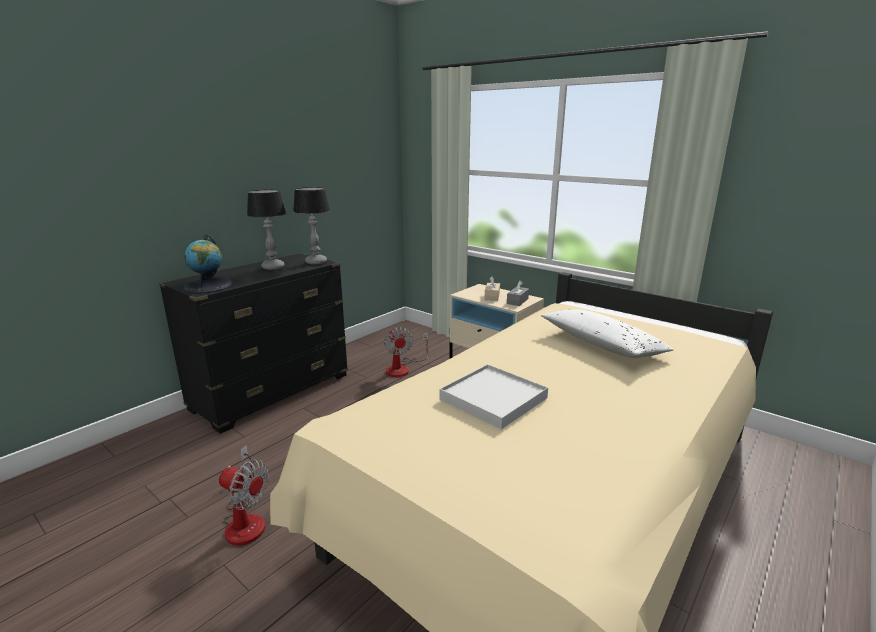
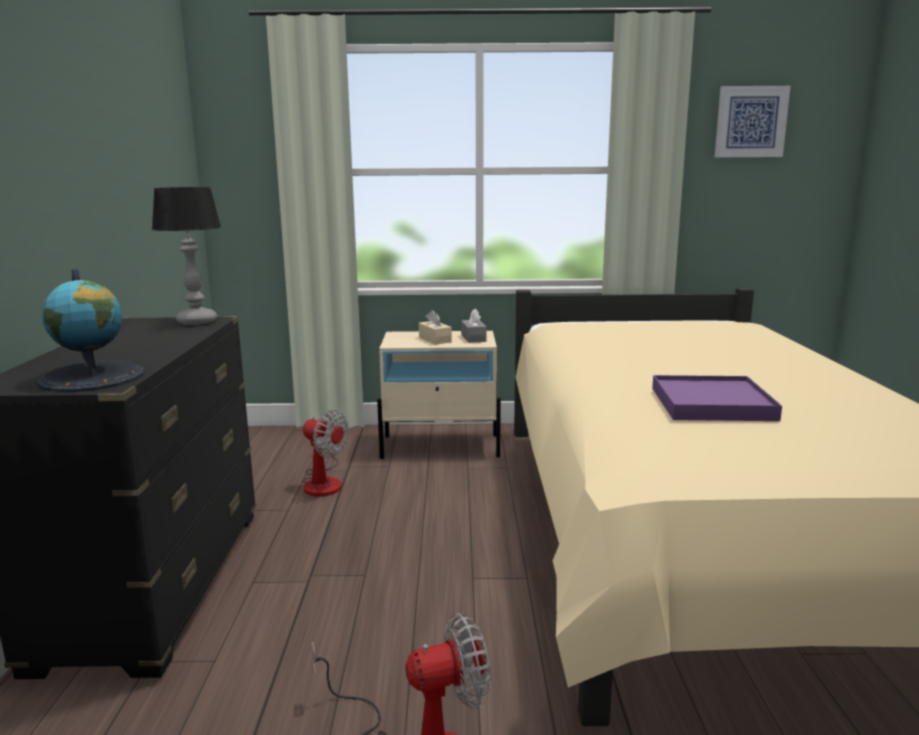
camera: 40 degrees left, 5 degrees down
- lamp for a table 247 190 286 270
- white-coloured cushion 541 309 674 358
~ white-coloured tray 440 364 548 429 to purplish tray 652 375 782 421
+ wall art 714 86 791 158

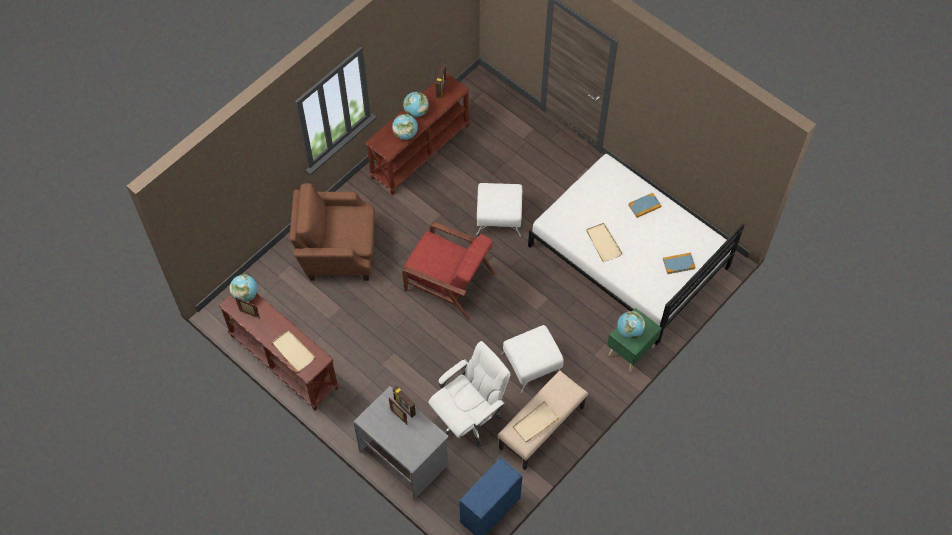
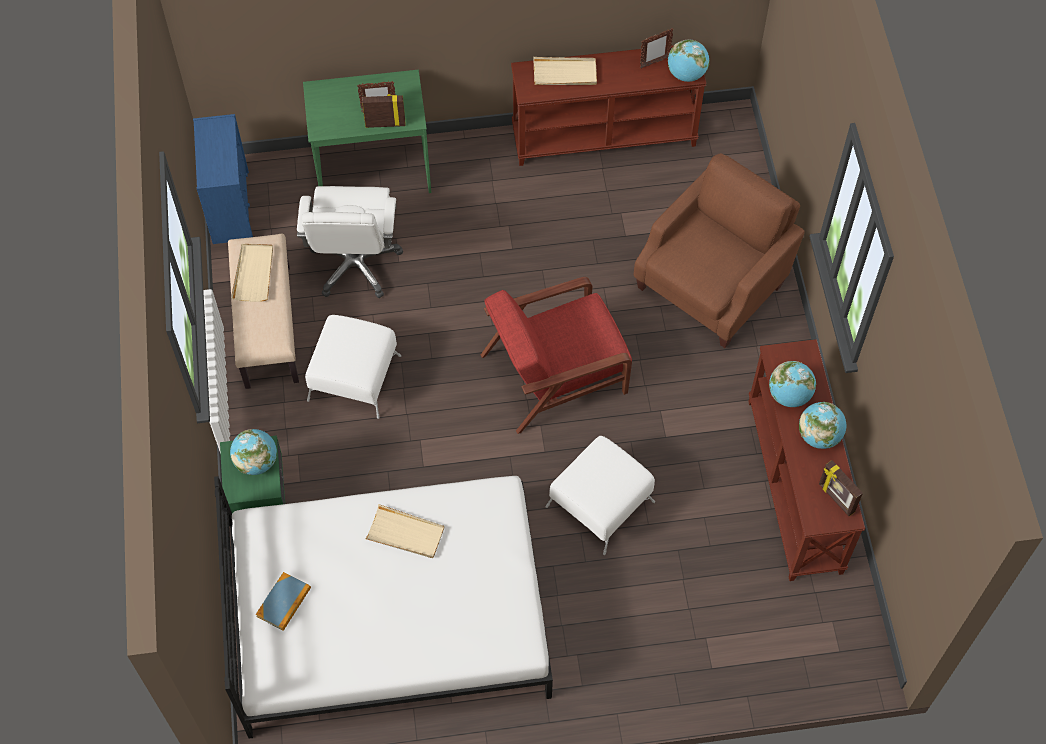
camera: 130 degrees right, 0 degrees up
- bound book 628 193 661 218
~ greyish desk table 353 386 449 500 to greenish desk table 303 70 431 193

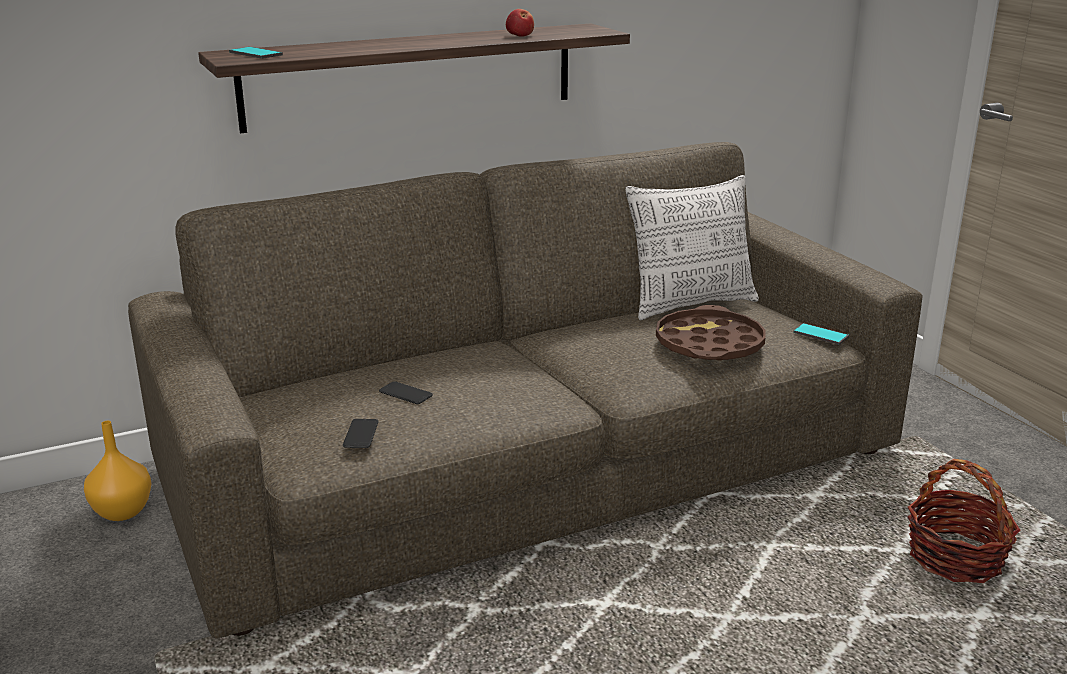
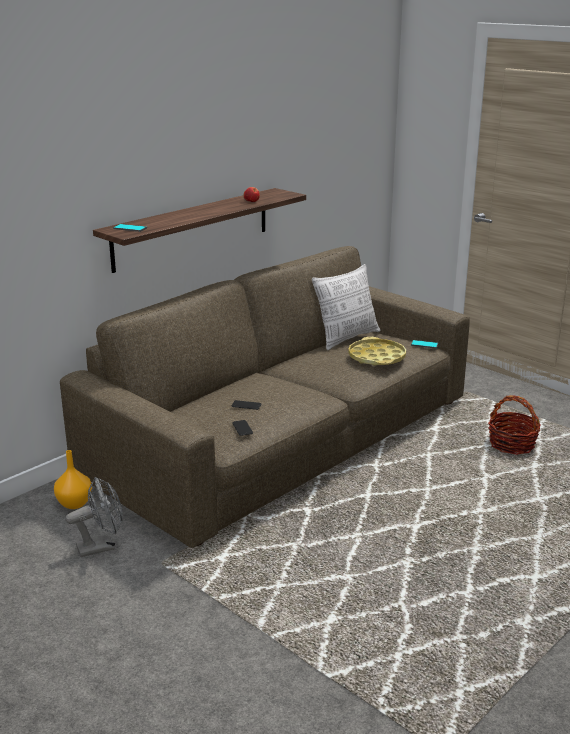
camera: 20 degrees left, 0 degrees up
~ brown tray 656 305 765 360 to yellow-coloured tray 348 337 406 366
+ greyish cooling fan 66 477 123 557

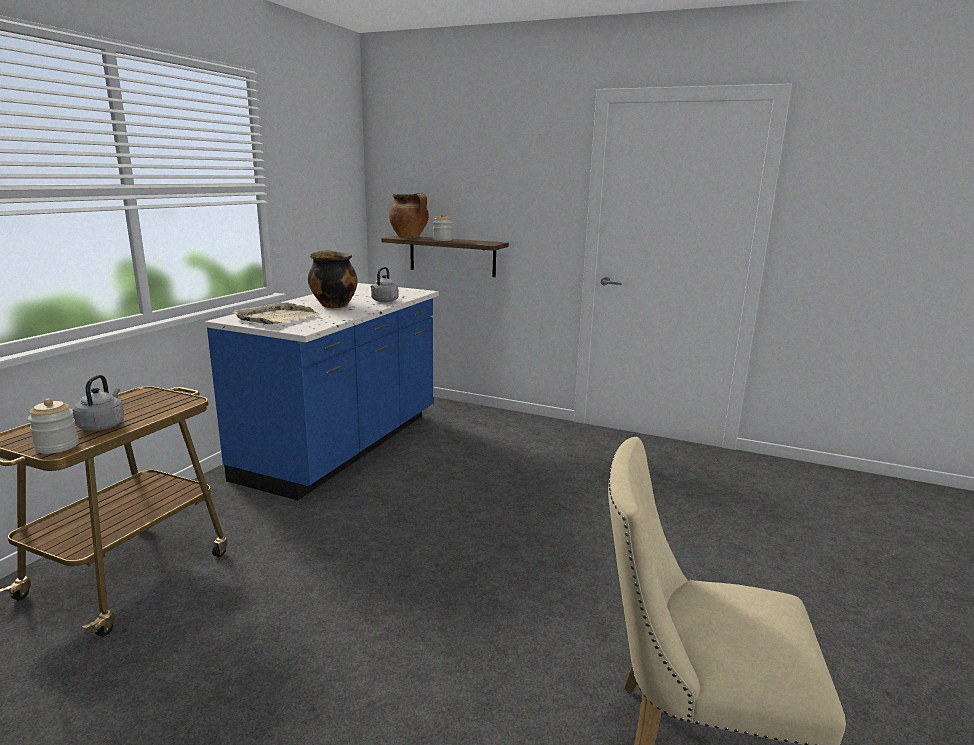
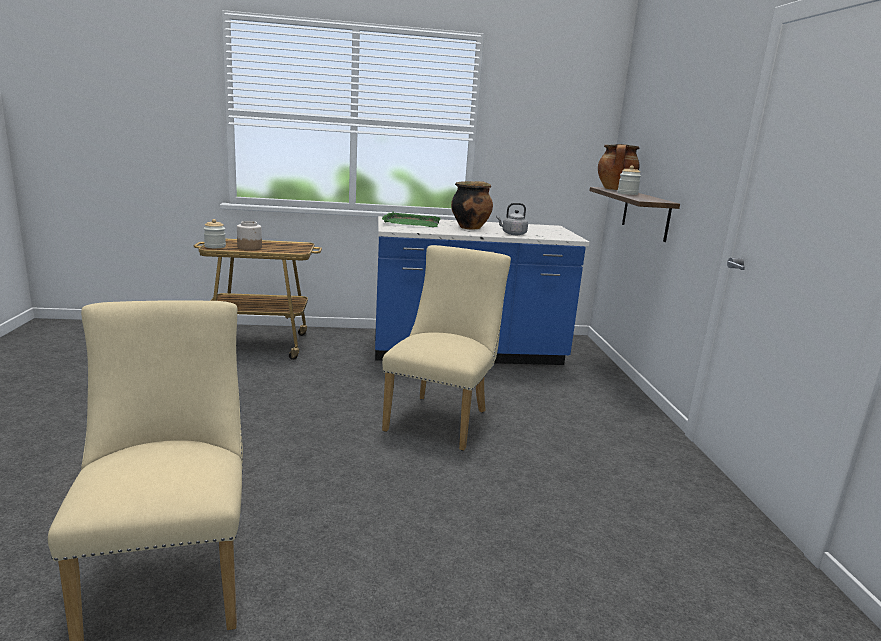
camera: 60 degrees right, 0 degrees up
~ beige-coloured tray 232 302 321 324 to greenish tray 382 211 441 227
~ greyish water kettle 73 375 124 431 to storage jar 237 221 262 250
+ beige-coloured upright chair 382 245 511 451

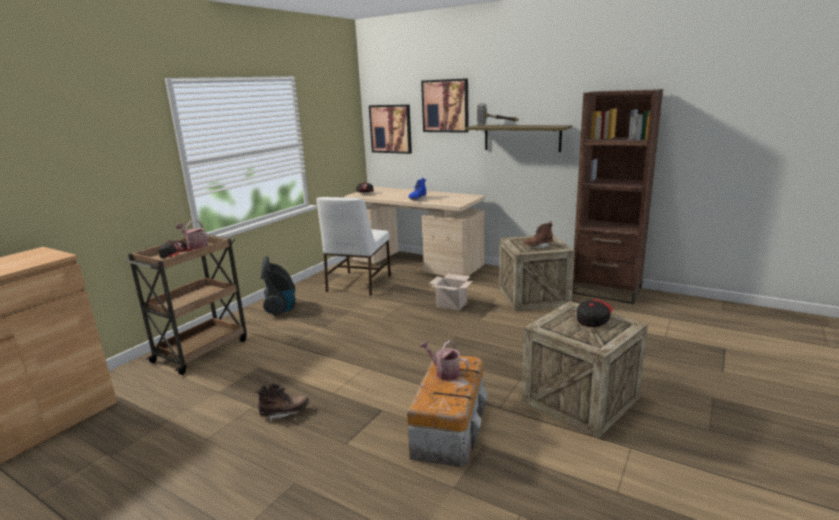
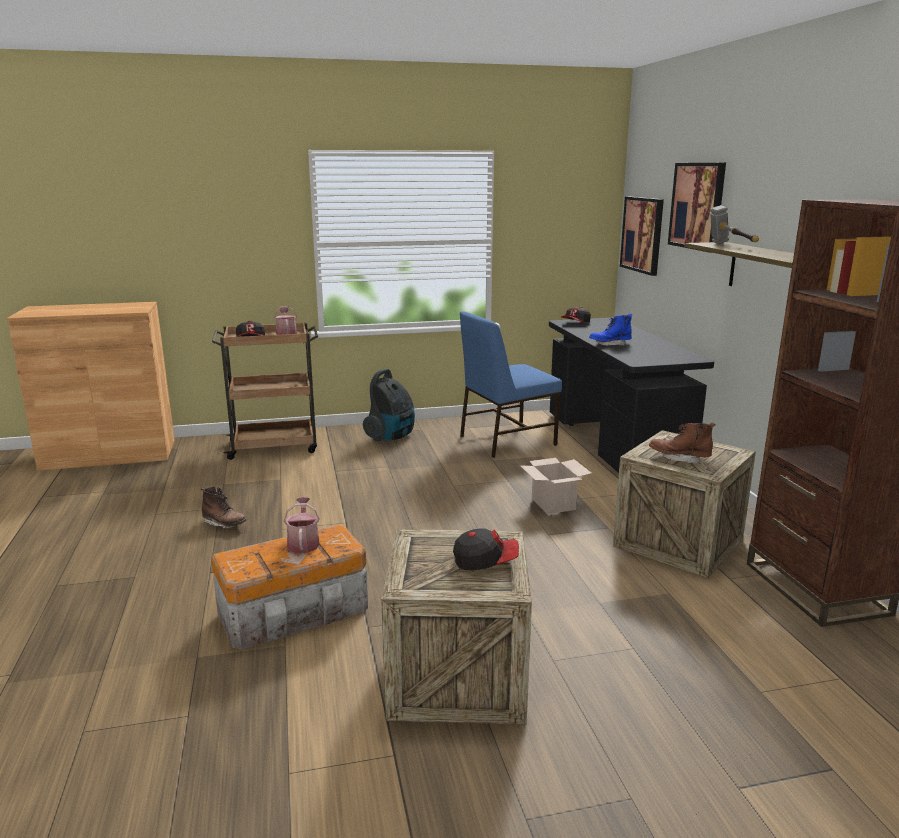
camera: 45 degrees right, 0 degrees up
~ beige-coloured desk table 345 187 485 276 to blackish desk table 549 318 714 473
~ white-coloured upright chair 316 197 391 296 to bluish upright chair 460 311 562 458

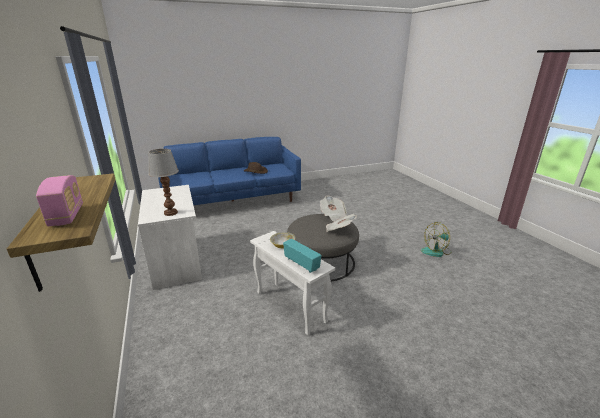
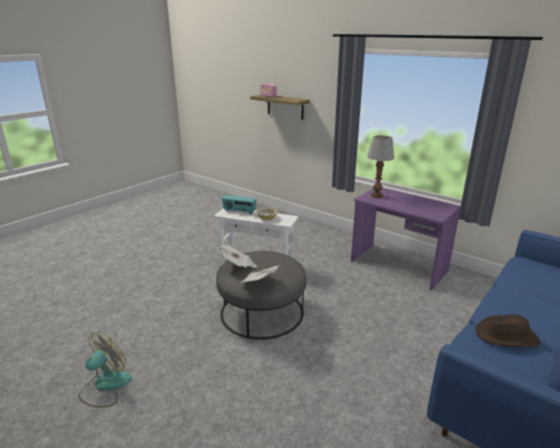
camera: 150 degrees right, 0 degrees up
~ white-coloured desk table 138 185 202 290 to purplish desk table 351 188 461 290

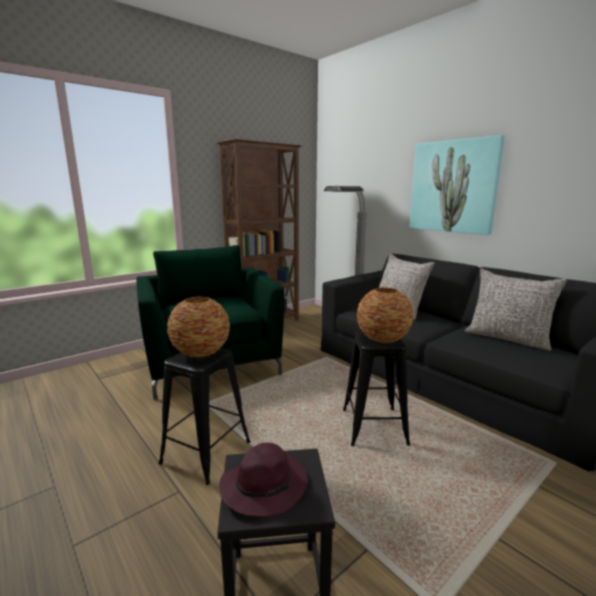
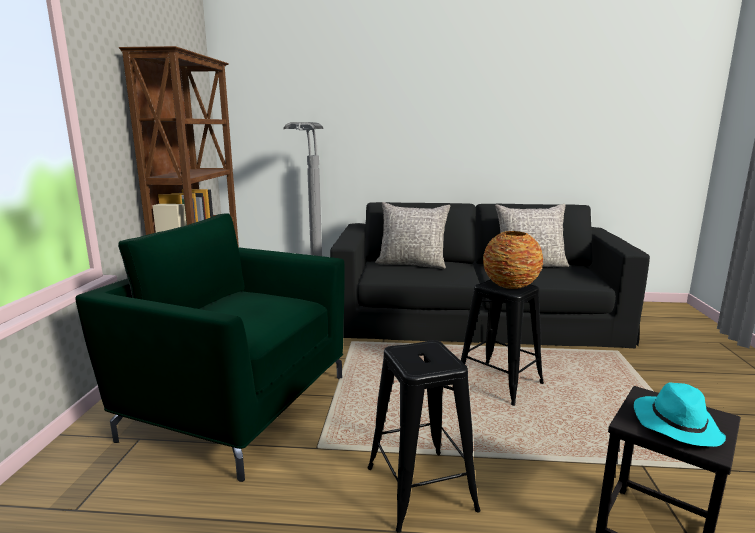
camera: 45 degrees left, 0 degrees up
- wall art 409 135 505 235
- vase 167 296 230 357
~ purplish clothing hat 219 443 307 517 to turquoise clothing hat 634 383 726 447

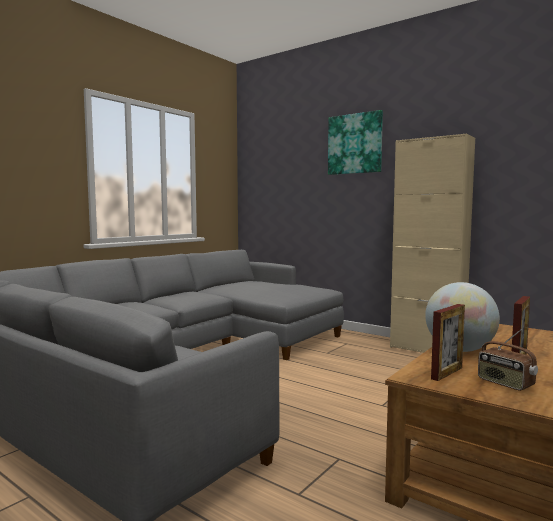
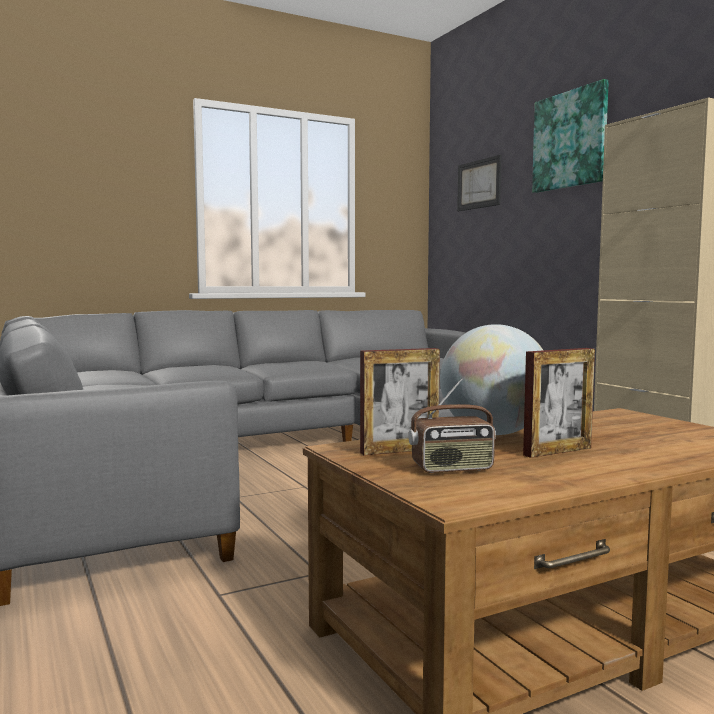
camera: 25 degrees right, 0 degrees up
~ radio set 478 329 538 391 = 408 378 496 473 90 degrees counterclockwise
+ wall art 457 155 501 211

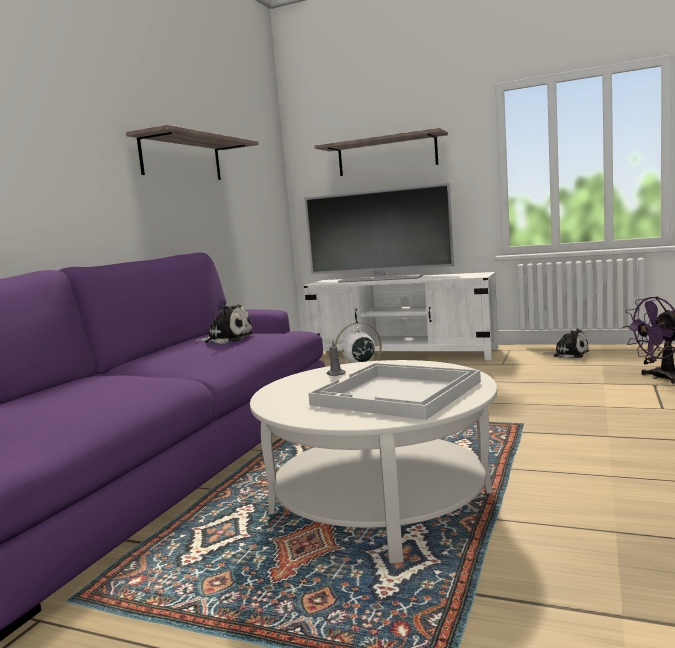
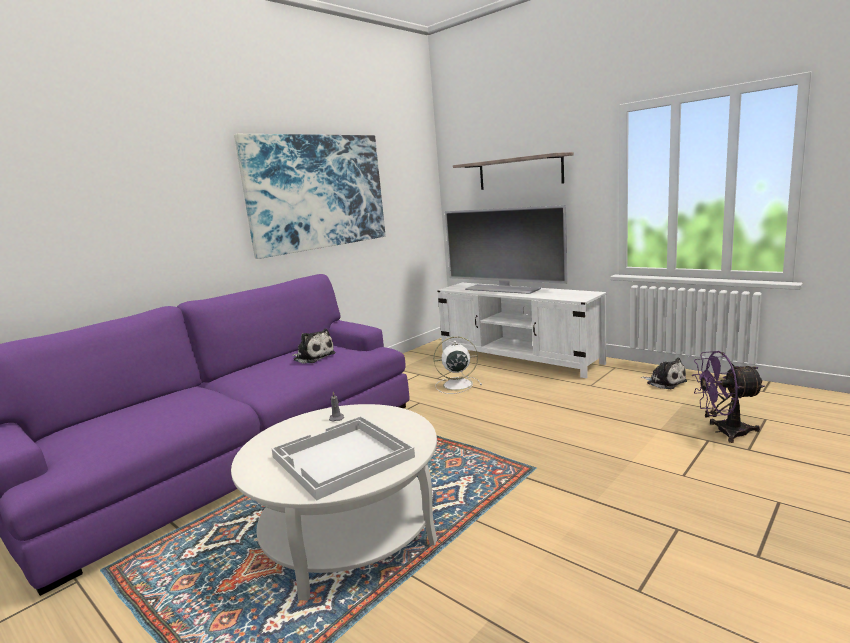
camera: 20 degrees right, 5 degrees up
~ shelf 126 125 259 180 to wall art 234 134 386 259

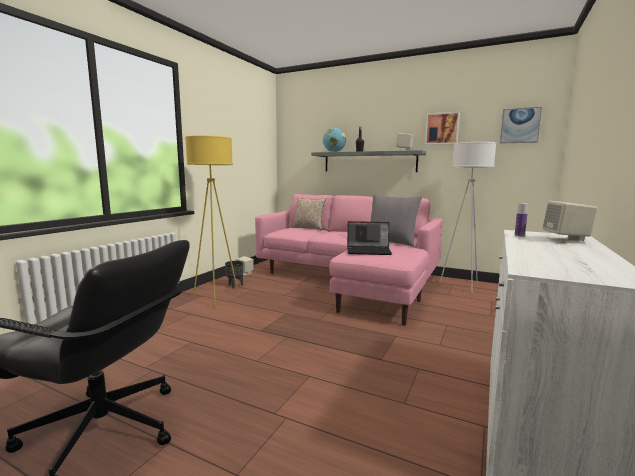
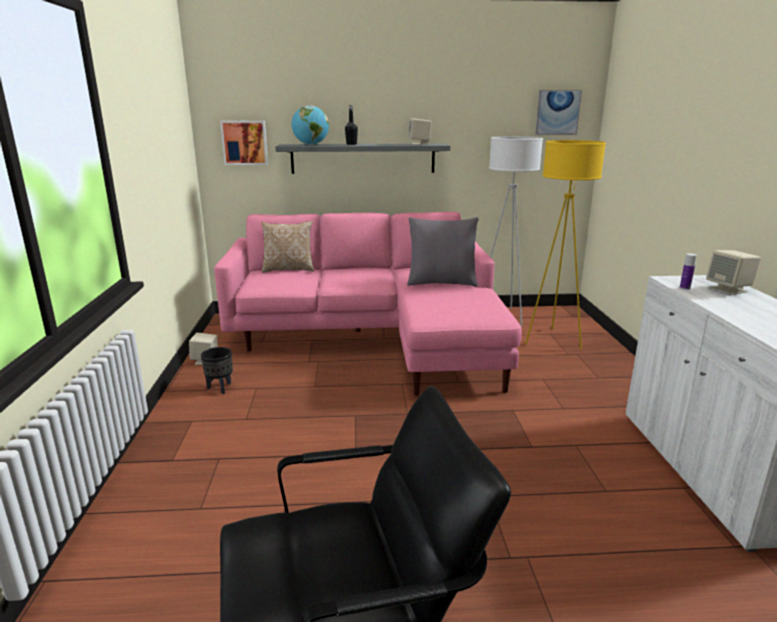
camera: 30 degrees left, 10 degrees up
~ wall art 425 111 460 145 to 220 121 268 165
~ yellow-coloured standing lamp 185 135 238 307 to 525 140 606 350
- notebook computer 347 221 392 255

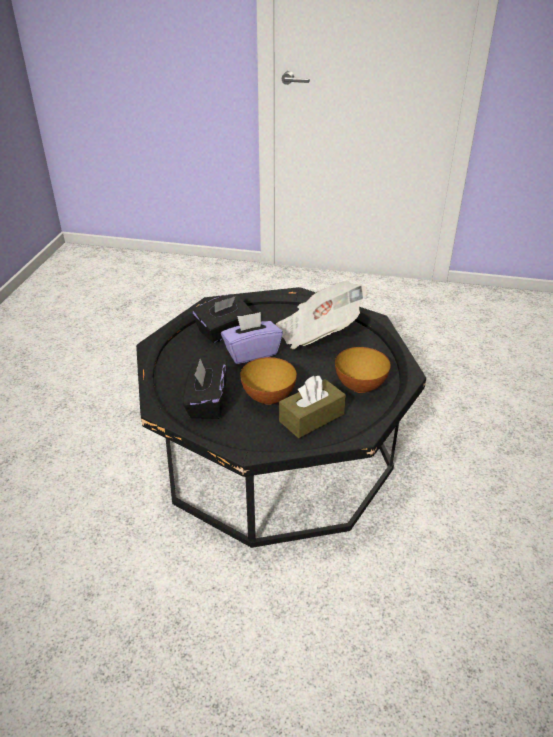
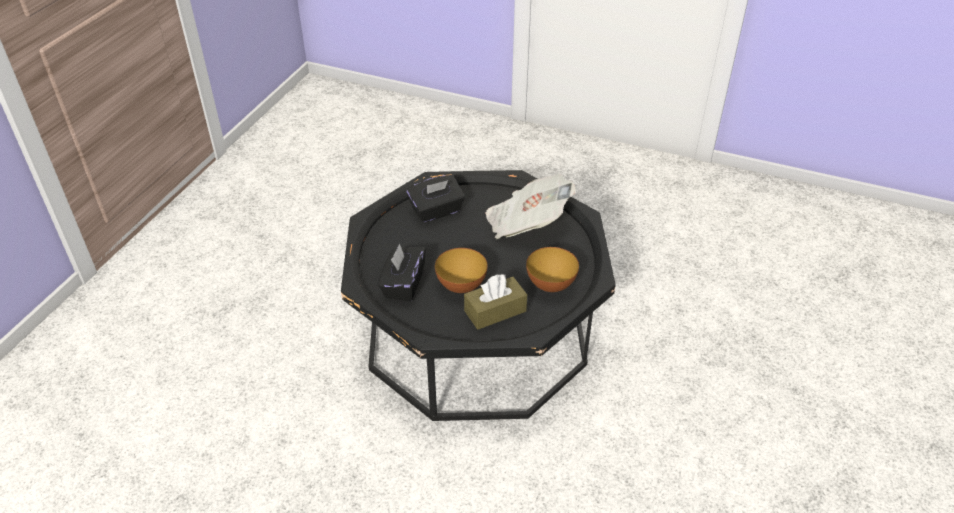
camera: 10 degrees right, 5 degrees up
- purplish box of tissues 221 312 283 364

